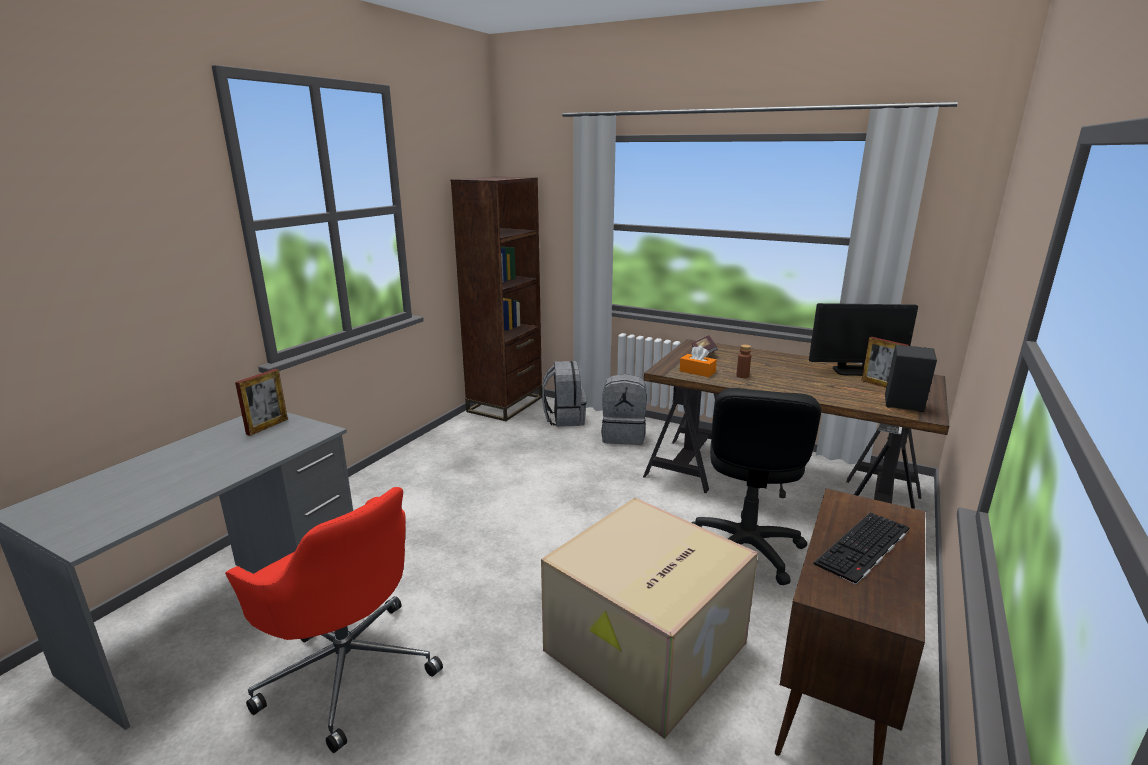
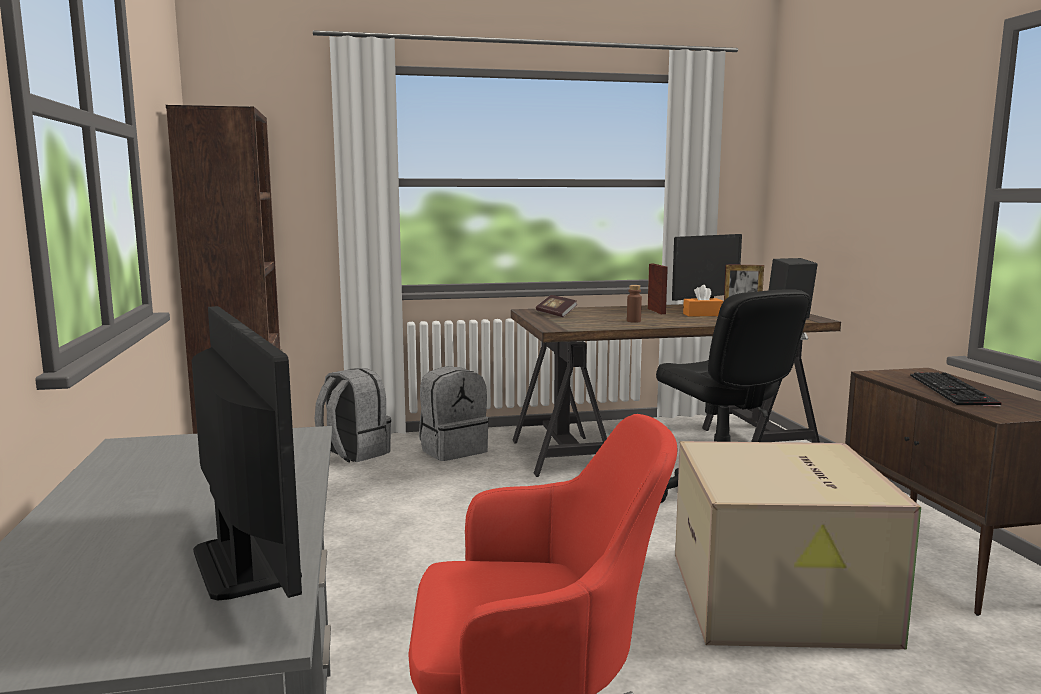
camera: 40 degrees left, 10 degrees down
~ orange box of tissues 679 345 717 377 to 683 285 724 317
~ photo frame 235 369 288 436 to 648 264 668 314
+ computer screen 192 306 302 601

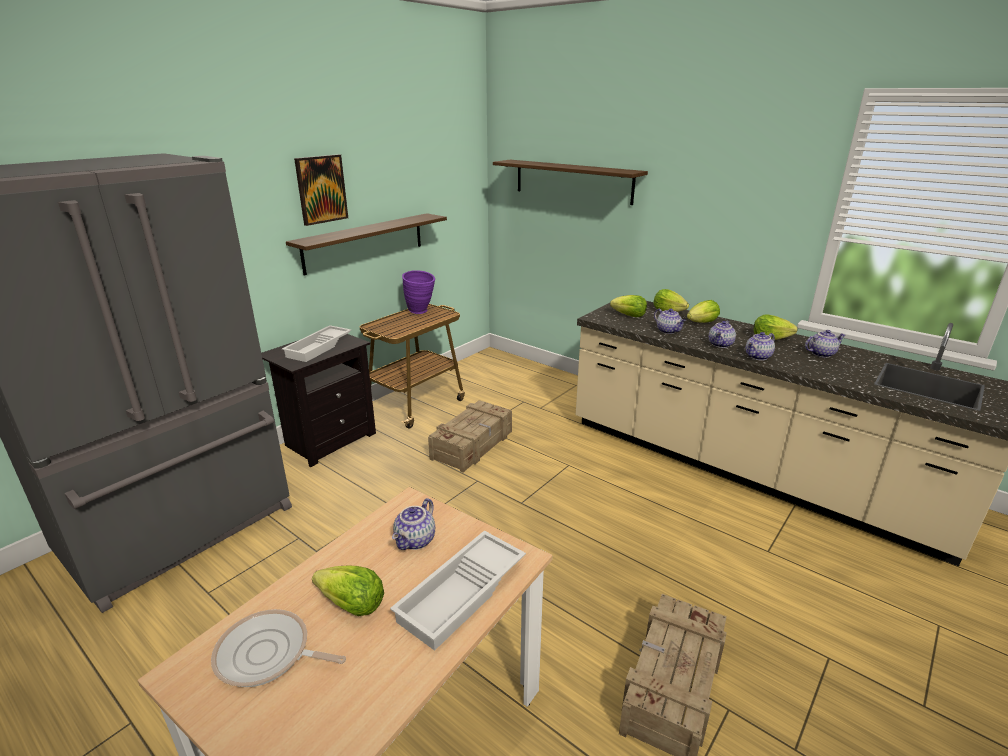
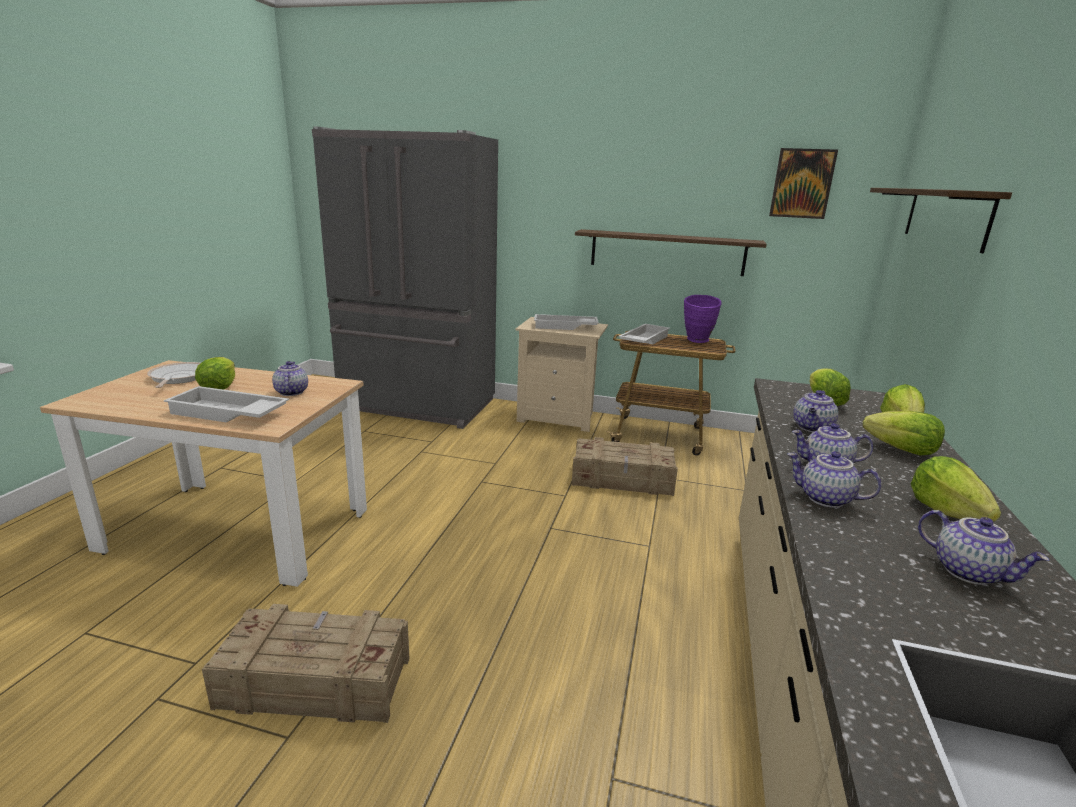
camera: 65 degrees right, 5 degrees down
~ wall art 294 154 348 226 to 769 148 838 219
~ blackish night table 261 334 376 467 to beige-coloured night table 516 317 608 432
~ tea pot 392 498 435 550 = 272 361 308 396 75 degrees clockwise
+ white-coloured tray 619 324 670 344

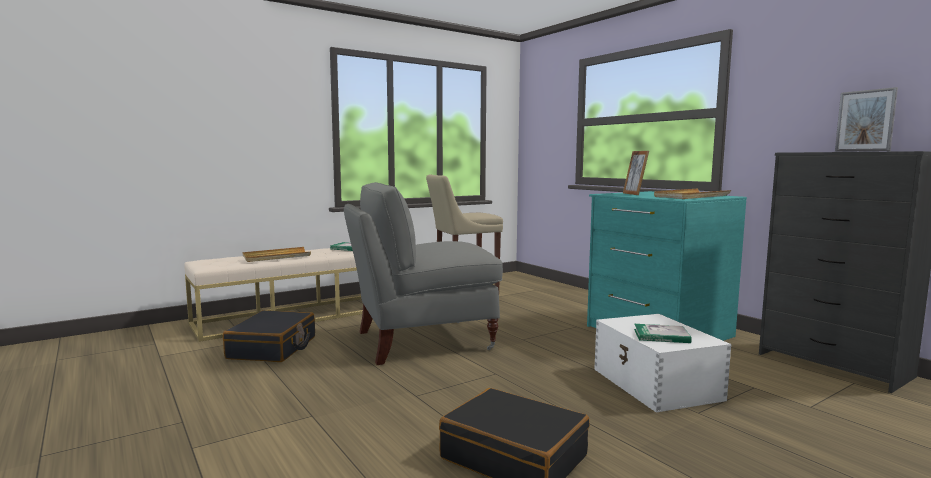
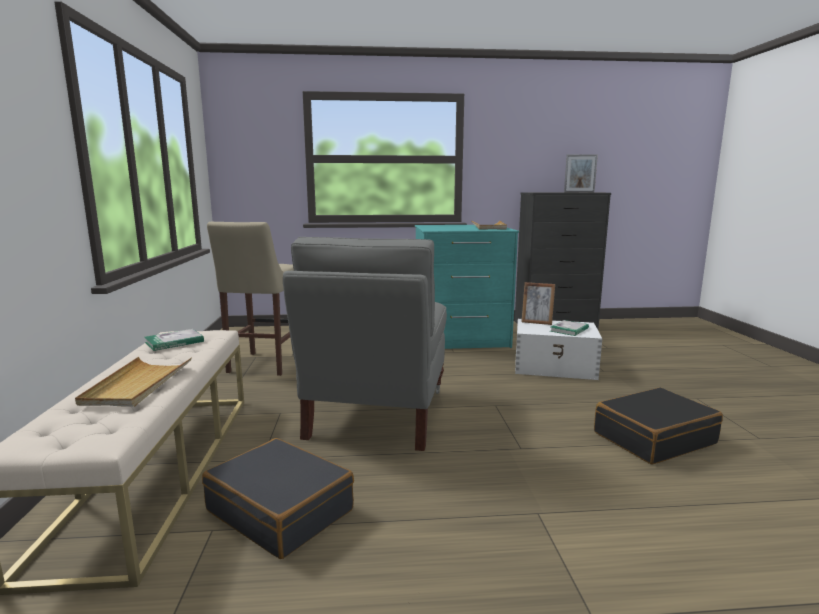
camera: 60 degrees left, 5 degrees up
~ photo frame 623 151 649 195 to 521 282 555 325

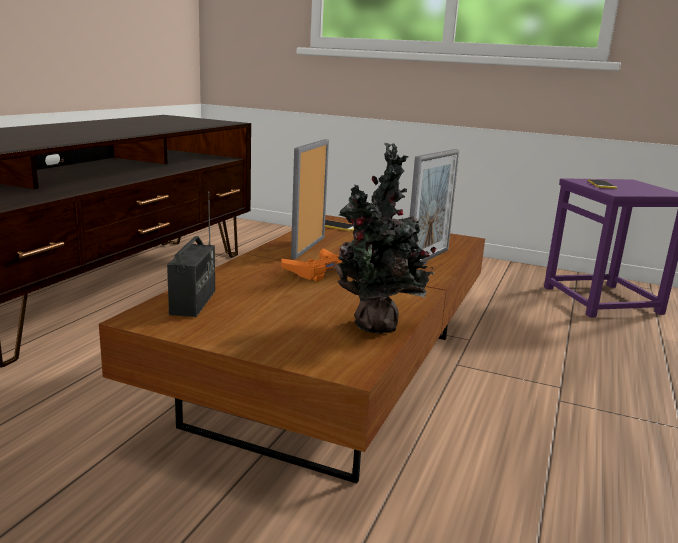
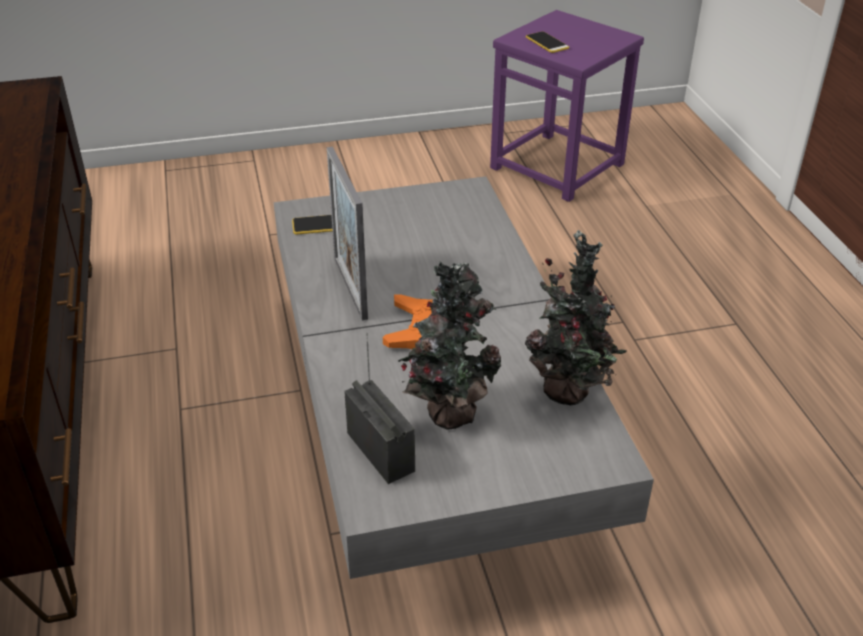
camera: 35 degrees left, 20 degrees up
- photo frame 409 149 460 262
~ brown low table 99 215 485 484 to greyish low table 274 176 654 579
+ houseplant 398 261 502 430

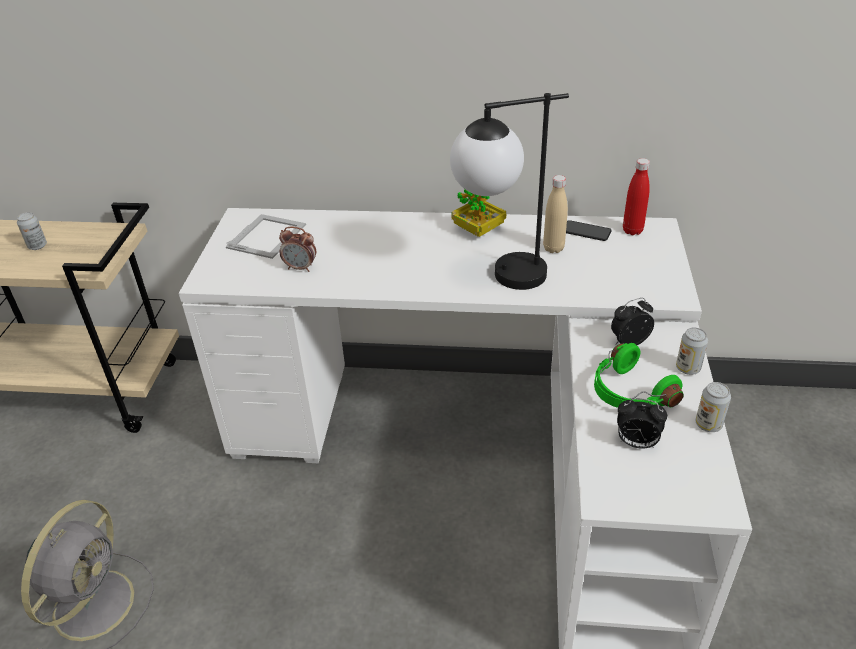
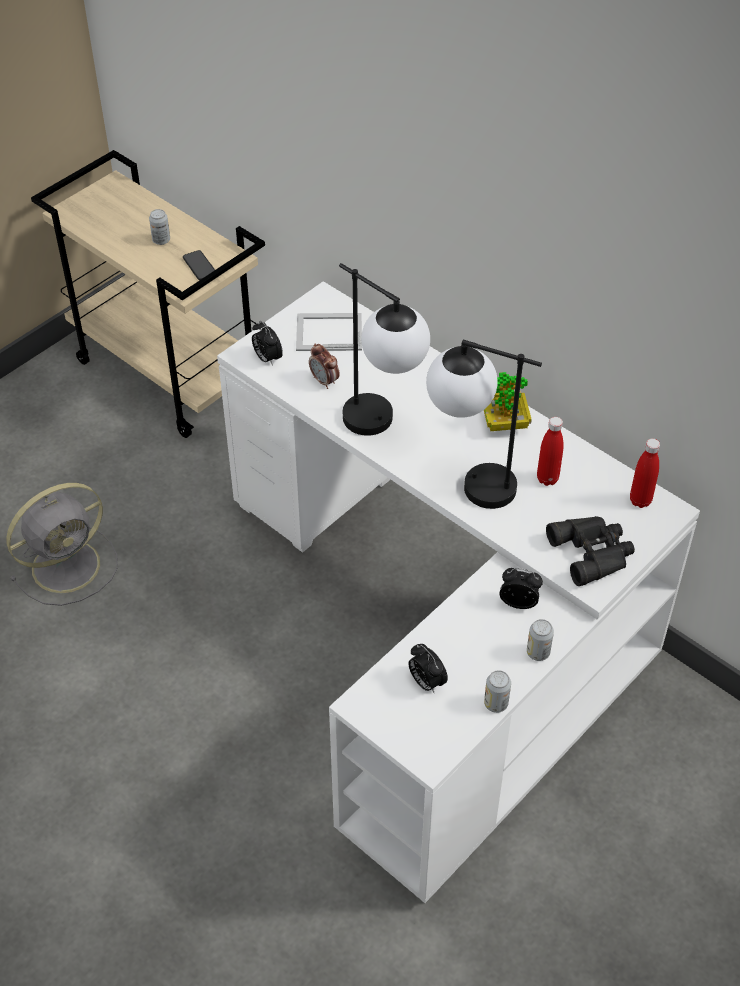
camera: 35 degrees right, 10 degrees up
~ beige-coloured drink bottle 543 175 568 253 to reddish drink bottle 537 417 564 486
~ photo frame 226 214 306 259 = 296 313 362 351 150 degrees counterclockwise
~ handset 566 220 612 241 to 183 250 215 280
- greenish pair of headphones 594 343 684 408
+ lamp for a table 339 263 430 436
+ table clock 252 321 283 366
+ blackish pair of binoculars 546 516 635 586

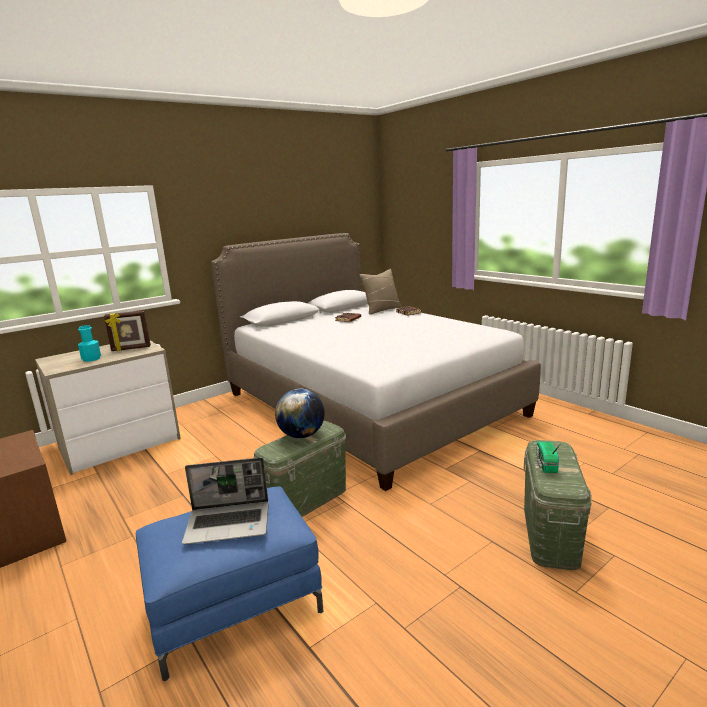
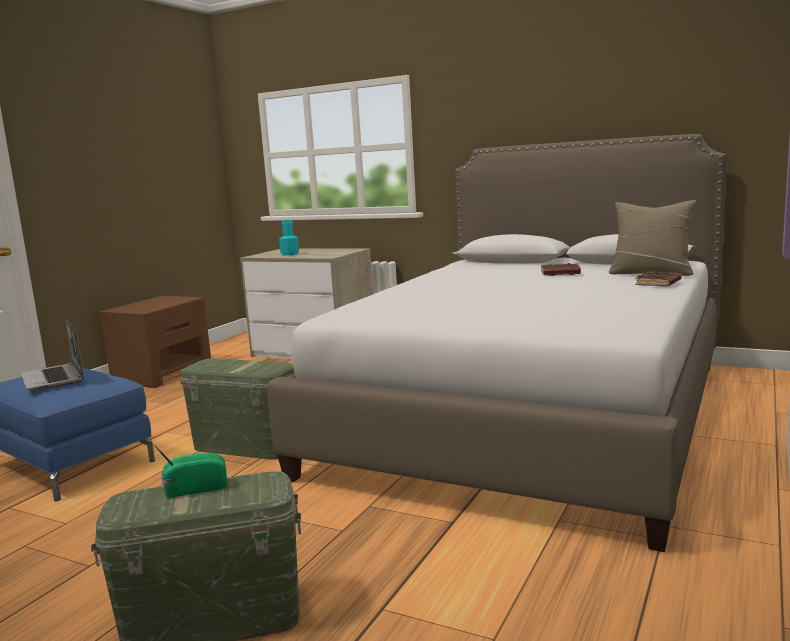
camera: 65 degrees right, 5 degrees down
- photo frame 104 311 151 351
- globe 275 388 325 438

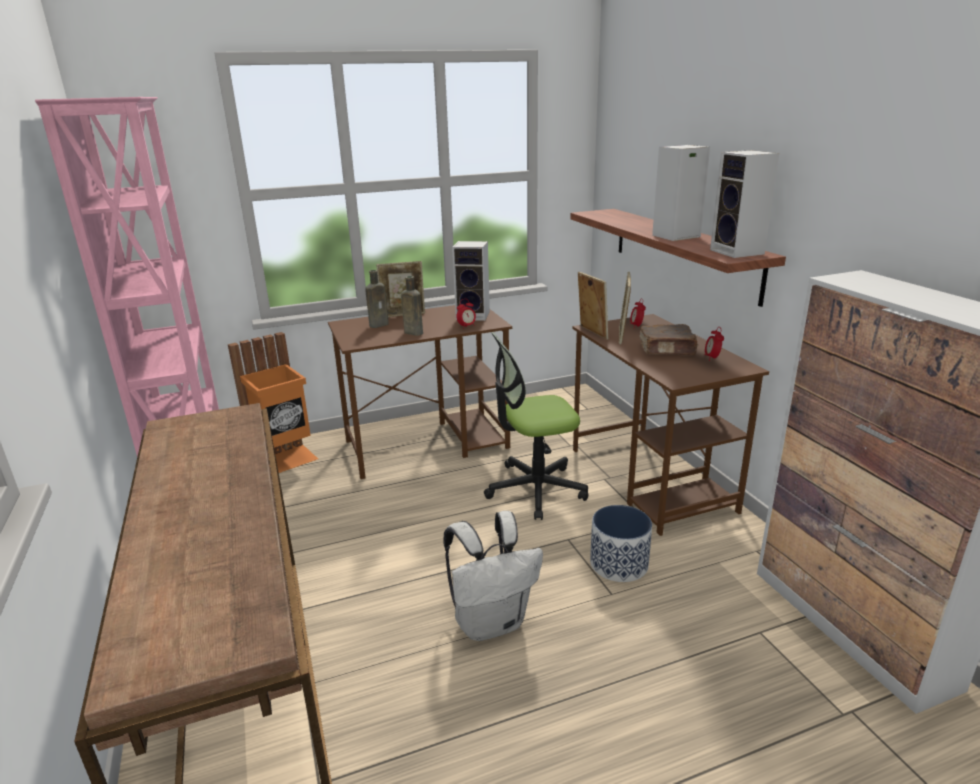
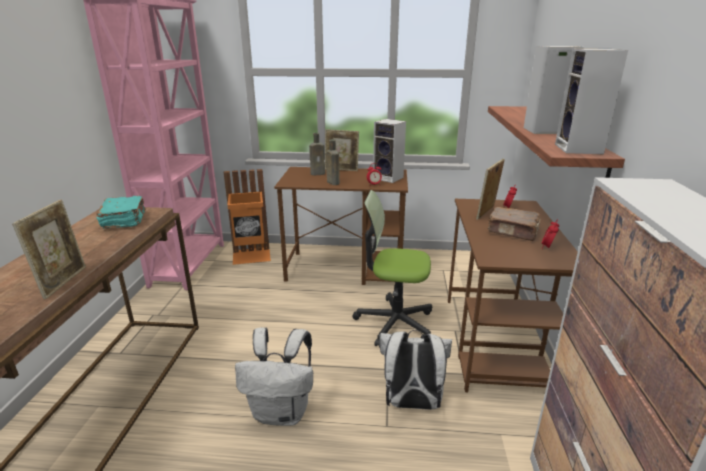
camera: 25 degrees right, 0 degrees up
~ photo frame 578 272 608 340 to 12 200 86 299
~ plant pot 590 505 652 582 to white-coloured rucksack 380 330 452 410
+ turquoise bound book 97 196 146 229

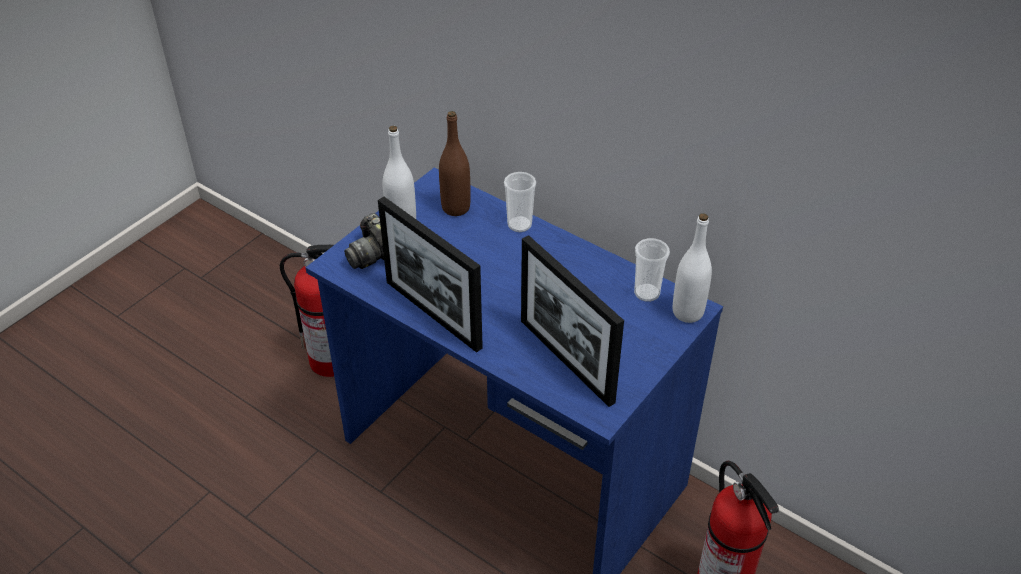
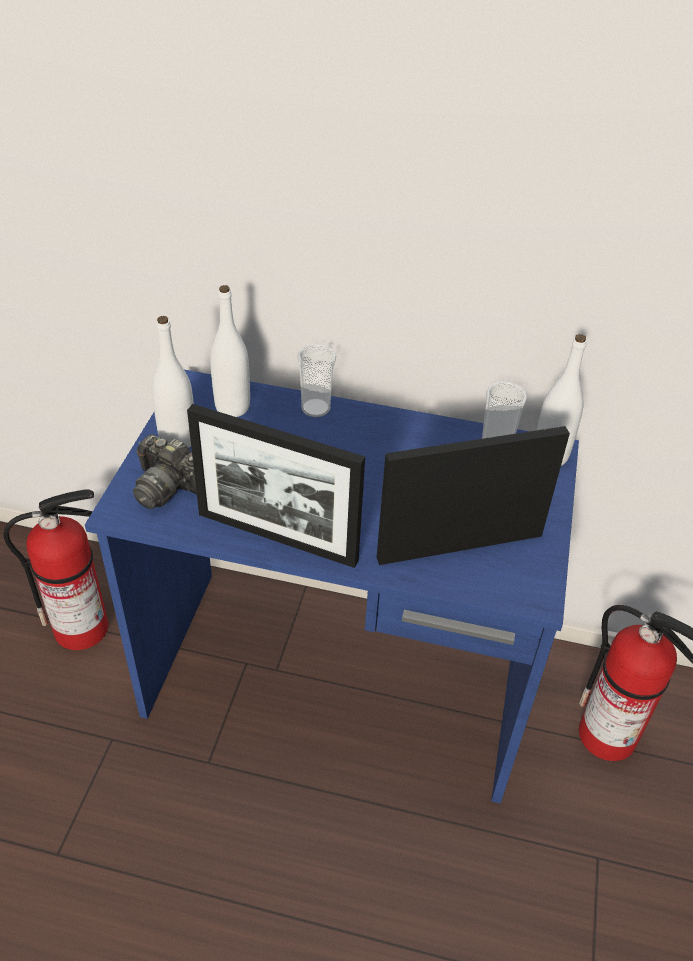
camera: 25 degrees left, 0 degrees up
~ brown drink bottle 439 111 471 216 to white-coloured drink bottle 210 285 250 417
~ photo frame 521 235 624 407 = 377 426 570 565 135 degrees clockwise

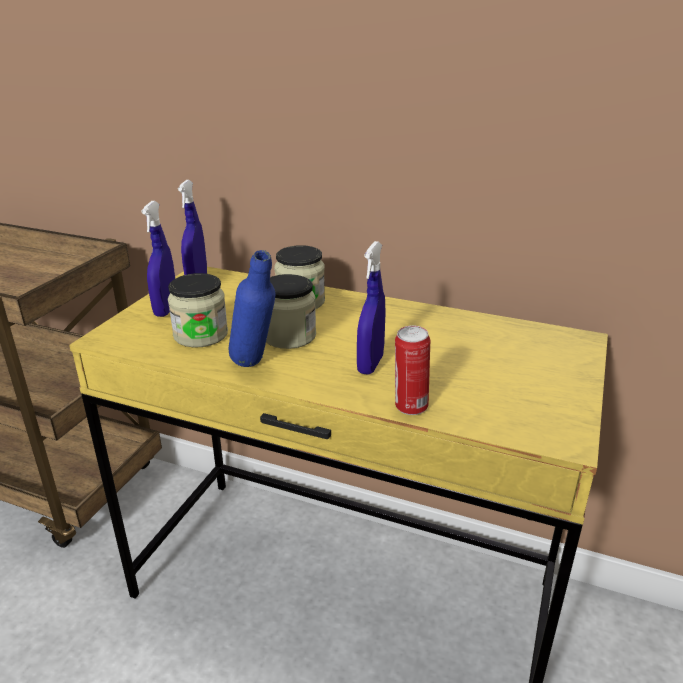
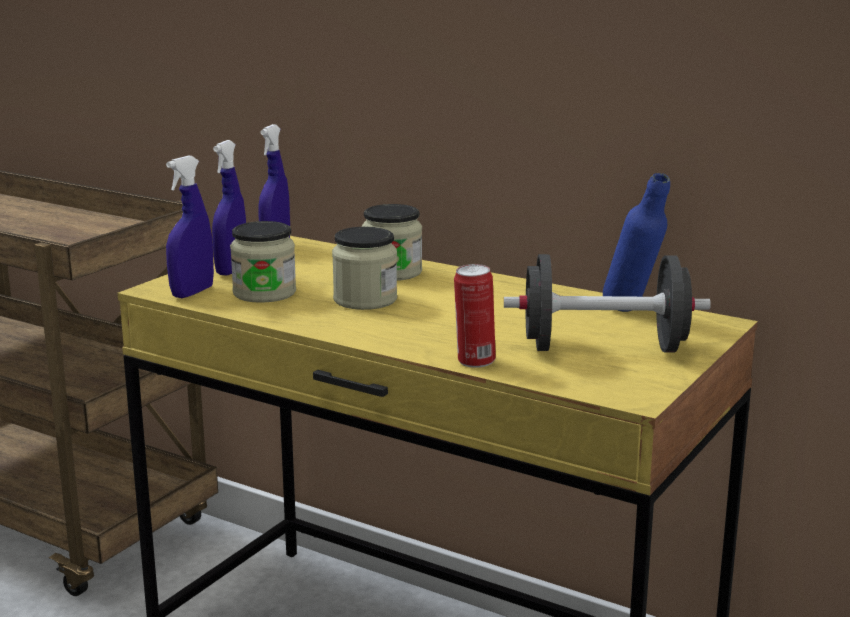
camera: 10 degrees right, 10 degrees down
~ bluish spray bottle 357 241 386 374 to 166 156 214 298
~ bluish drink bottle 229 250 275 367 to 603 173 670 312
+ blackish dumbbell 504 254 711 353

